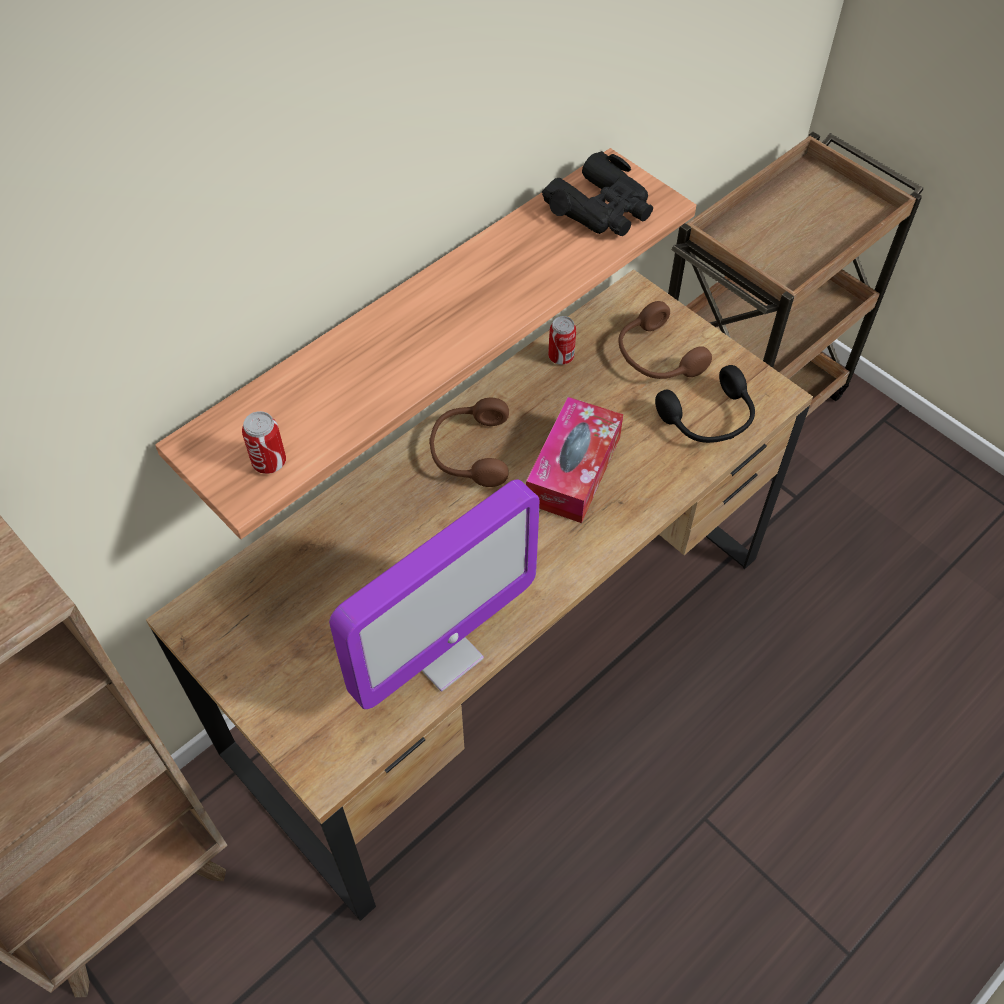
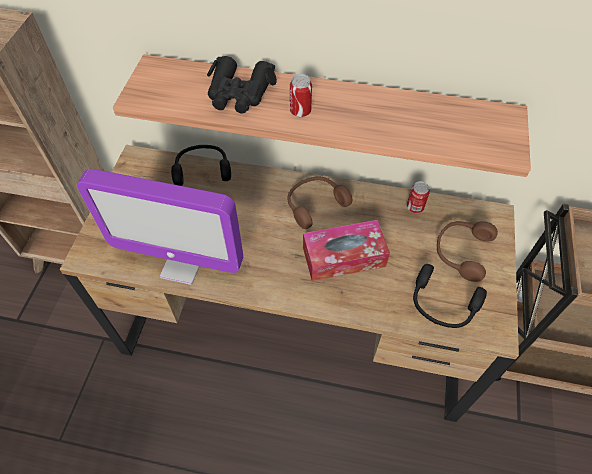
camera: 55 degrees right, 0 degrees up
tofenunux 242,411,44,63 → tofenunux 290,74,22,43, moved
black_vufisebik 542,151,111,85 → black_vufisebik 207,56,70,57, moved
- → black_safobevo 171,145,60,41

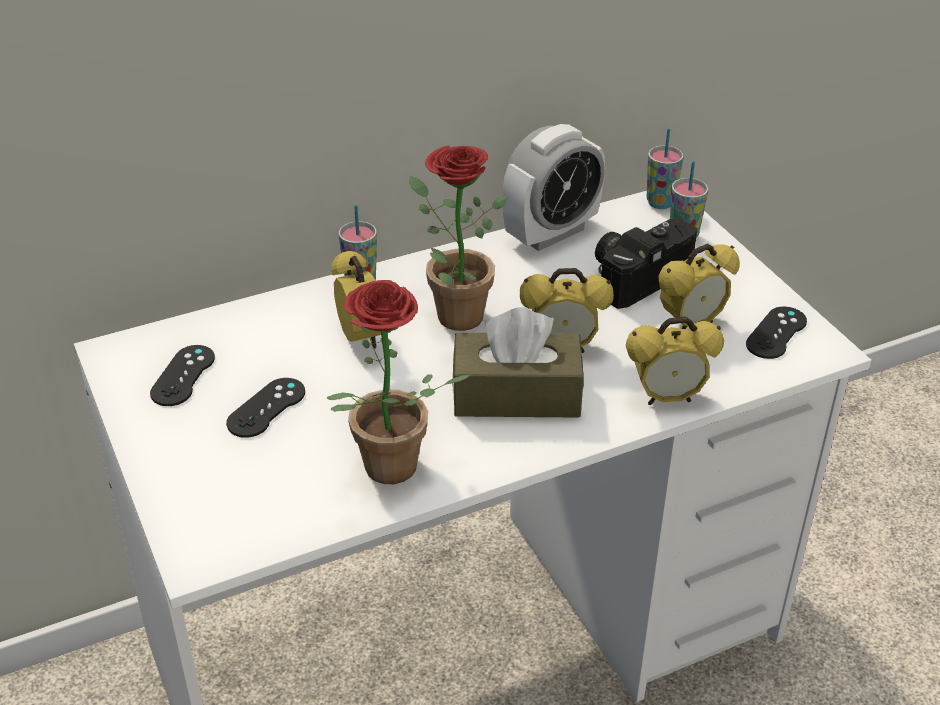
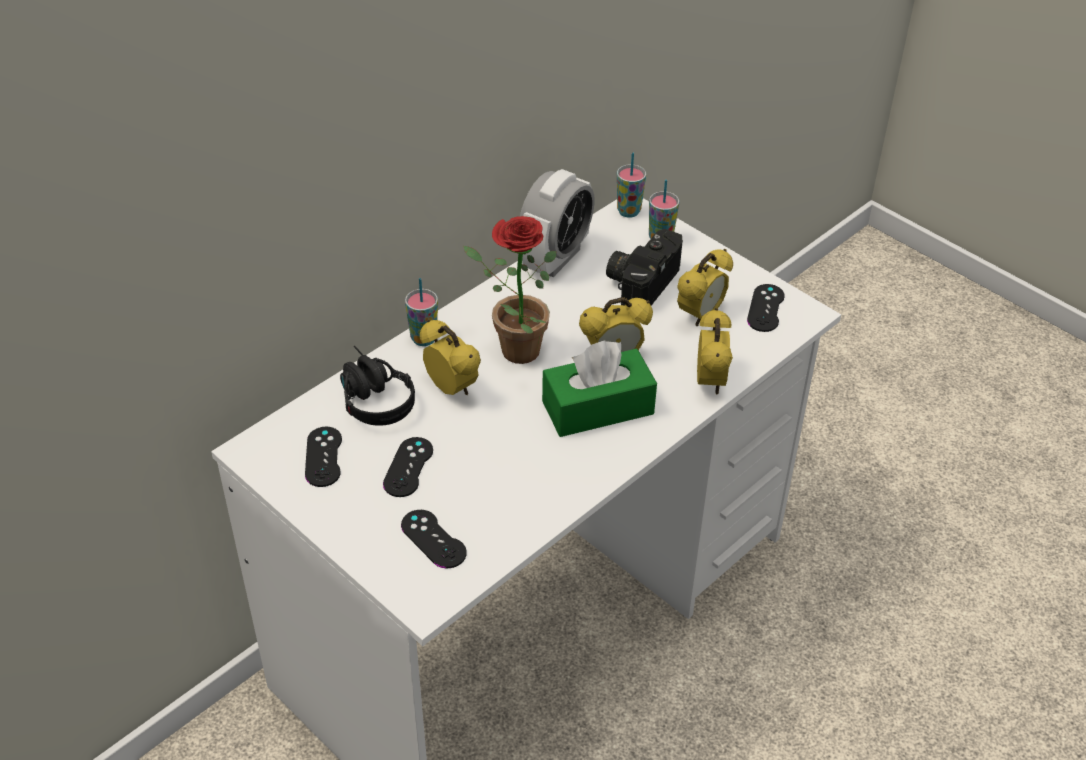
camera: 20 degrees left, 5 degrees up
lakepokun 327,280,143,204 → -
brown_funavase 452,307,132,110 → green_funavase 542,341,115,96
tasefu 626,316,98,89 → tasefu 697,308,36,86, 60 degrees counterclockwise
- → black_safobevo 340,346,75,80
- → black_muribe 401,510,66,58

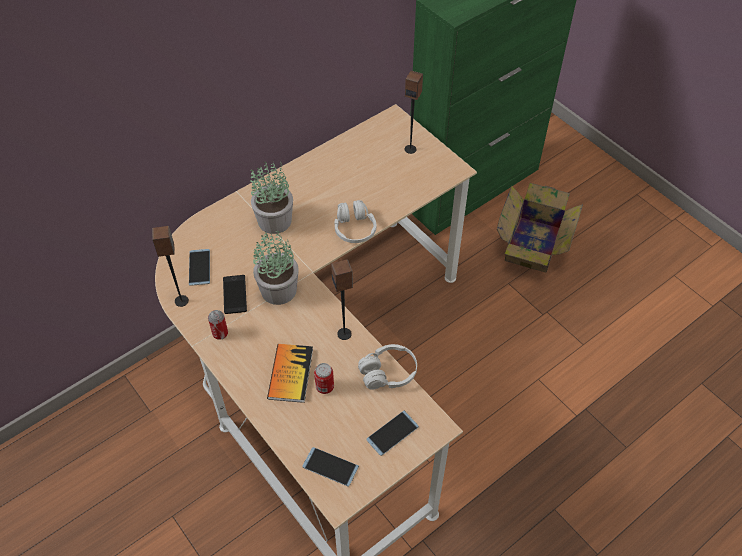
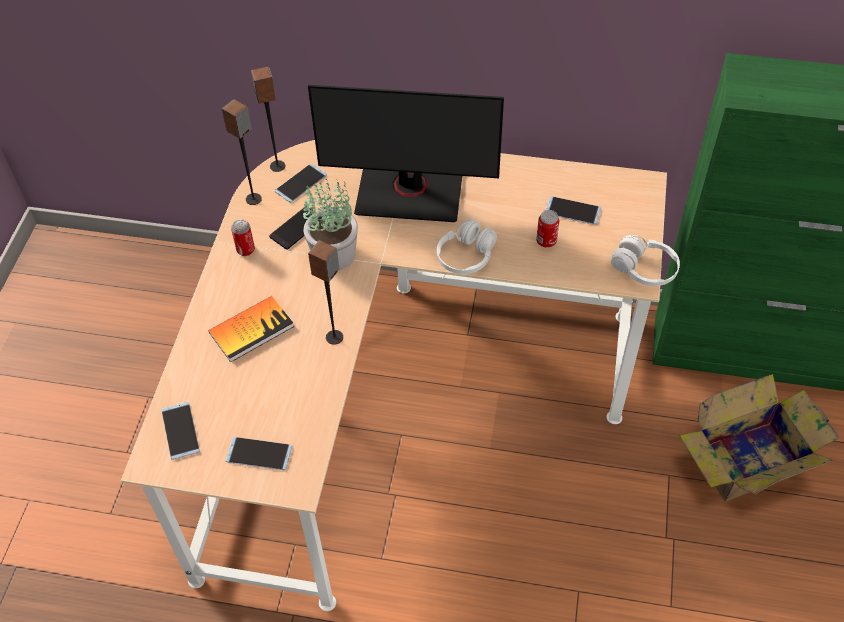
camera: 50 degrees right, 0 degrees up
lakepokun 250,162,43,72 → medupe 308,85,196,137
tofenunux 314,363,20,31 → tofenunux 536,210,23,38, moved
white_safobevo 358,344,59,46 → white_safobevo 611,235,69,51, moved
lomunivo 405,70,18,84 → lomunivo 251,67,34,105, moved
- → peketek 546,196,55,29

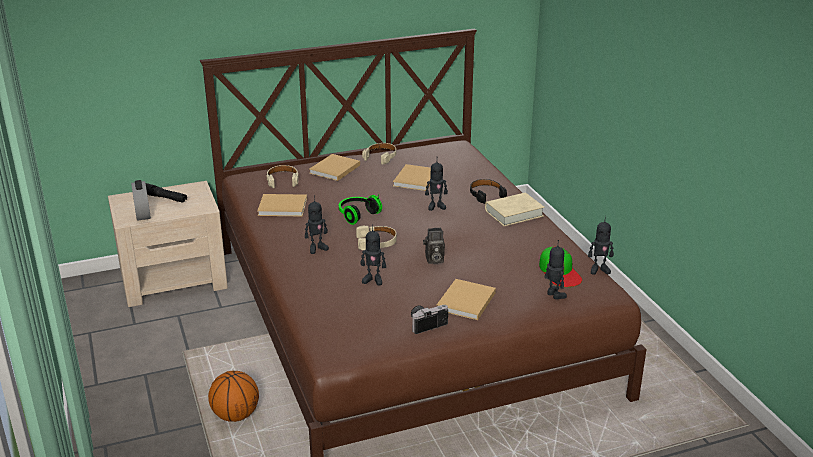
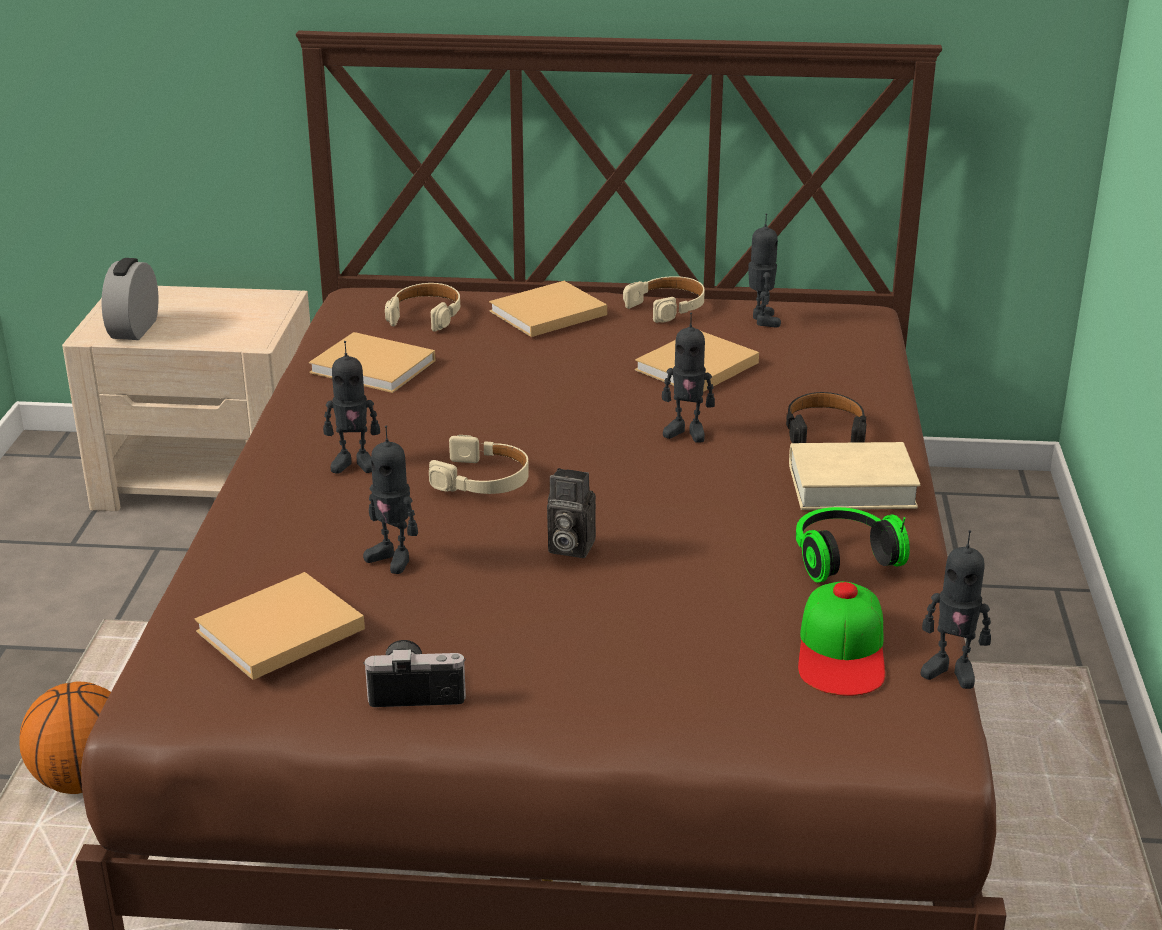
camera: 25 degrees right, 0 degrees up
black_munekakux 146,183,41,20 → -
safobevo 339,194,43,31 → safobevo 796,507,114,76, moved
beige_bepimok 437,279,59,41 → beige_bepimok 194,572,171,108, moved
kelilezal 544,240,23,59 → kelilezal 748,213,33,114, moved

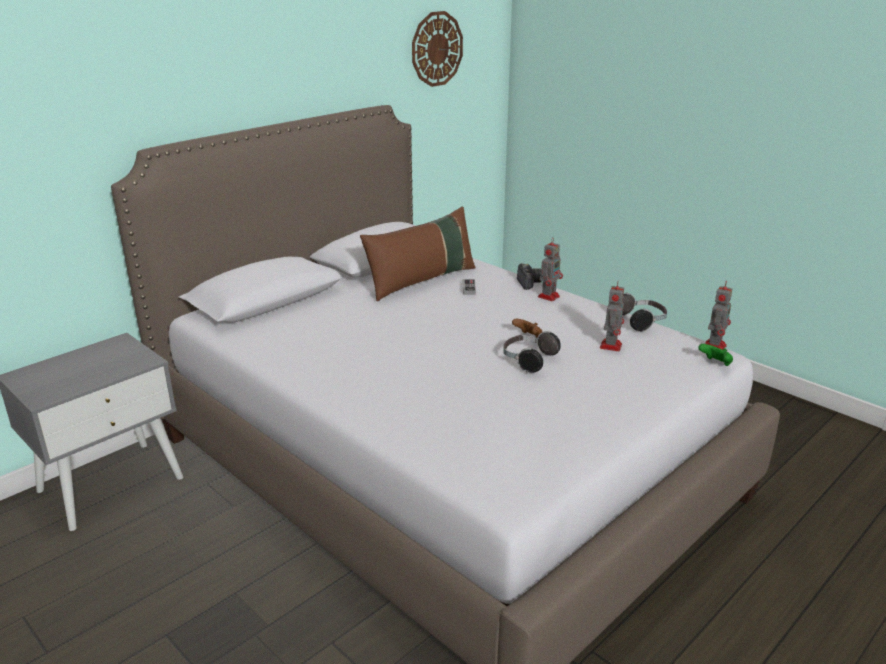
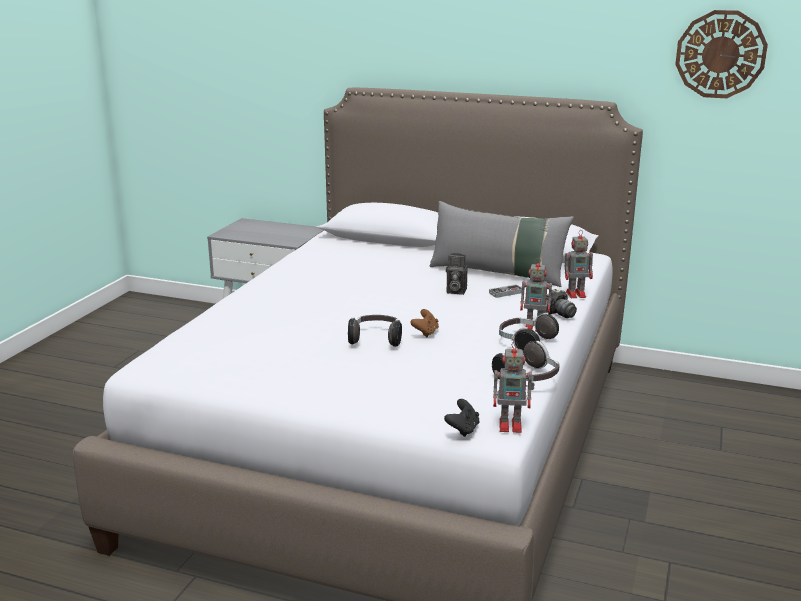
camera: 65 degrees right, 5 degrees down
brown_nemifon 360,207,116,94 → grey_nemifon 430,201,144,86
kelilezal 600,282,24,69 → kelilezal 565,231,28,67, moved
green_muribe 698,344,35,22 → black_muribe 444,399,35,38
- → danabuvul 446,253,22,42
- → safobevo 499,313,60,39

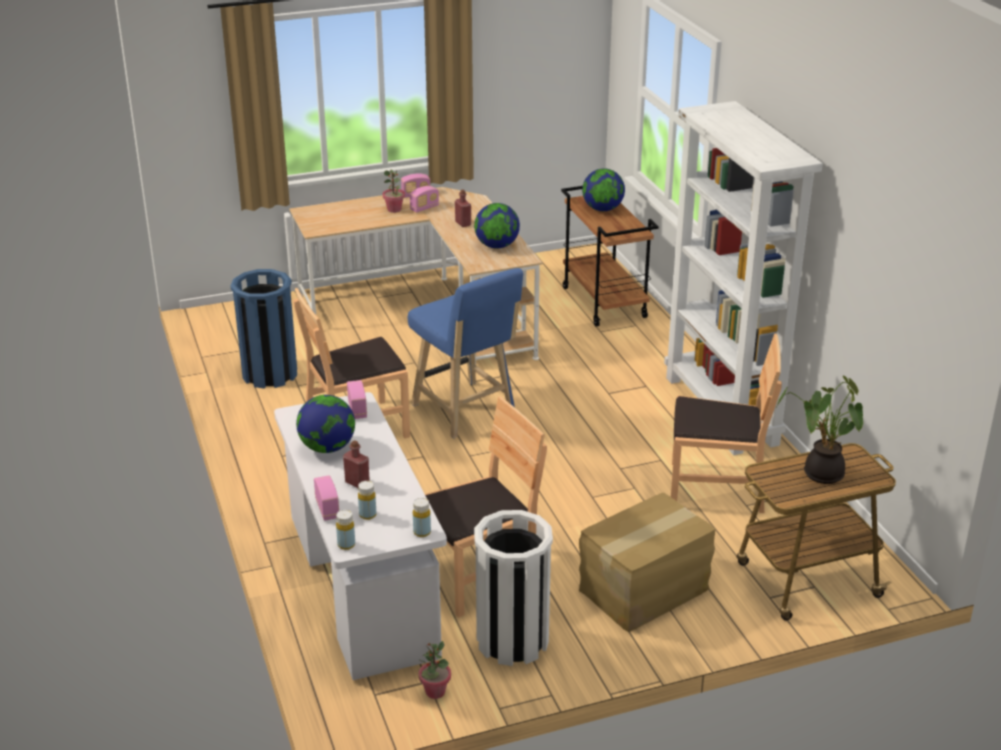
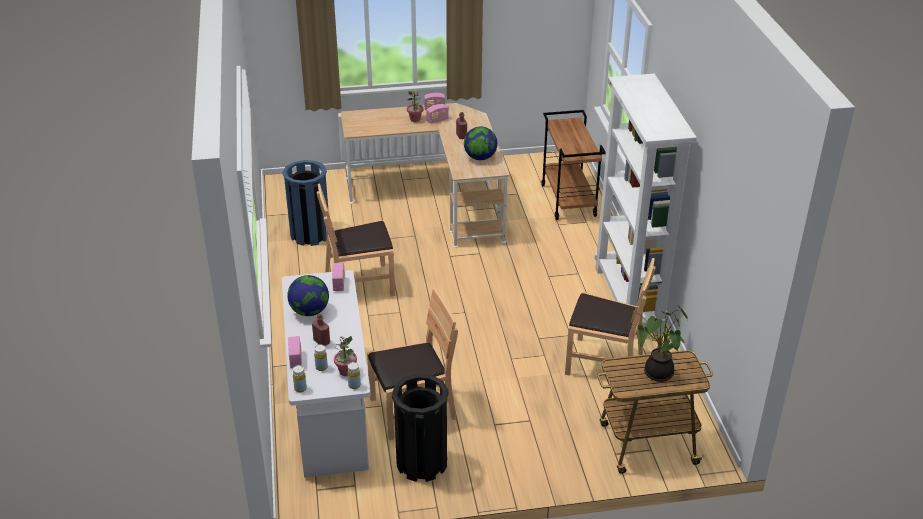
camera: 10 degrees right, 5 degrees up
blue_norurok 408,268,115,171 → -
lakepokun 419,641,32,58 → lakepokun 334,336,23,40, moved
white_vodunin 474,510,79,156 → black_vodunin 392,374,57,108
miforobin 579,492,136,140 → -
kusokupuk 582,168,43,43 → -

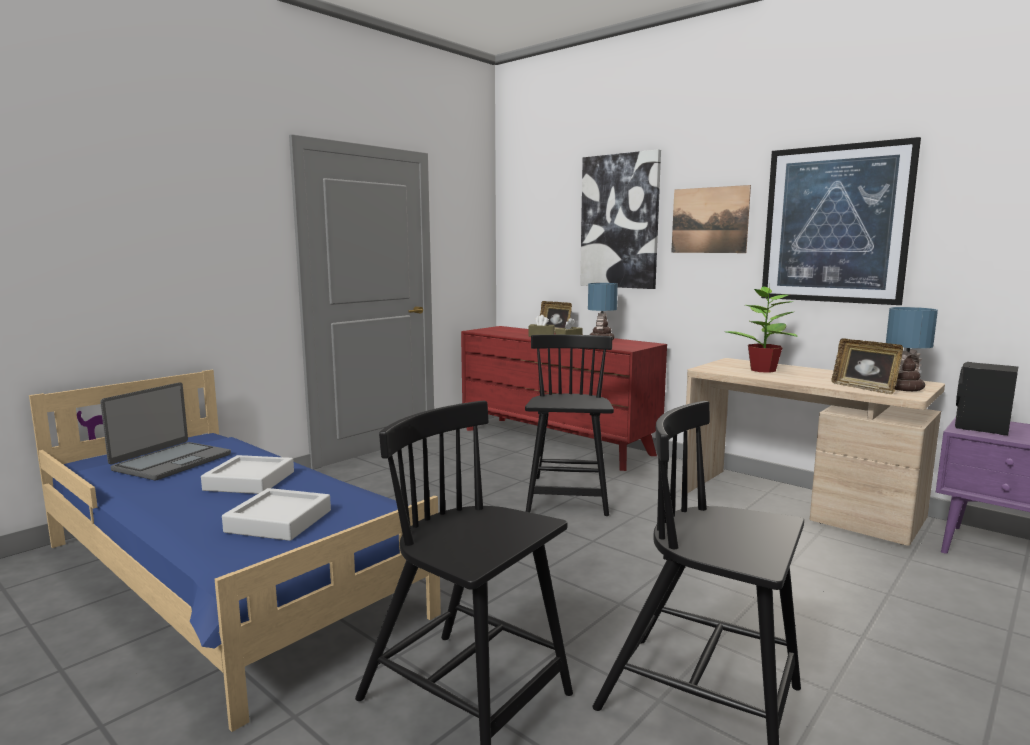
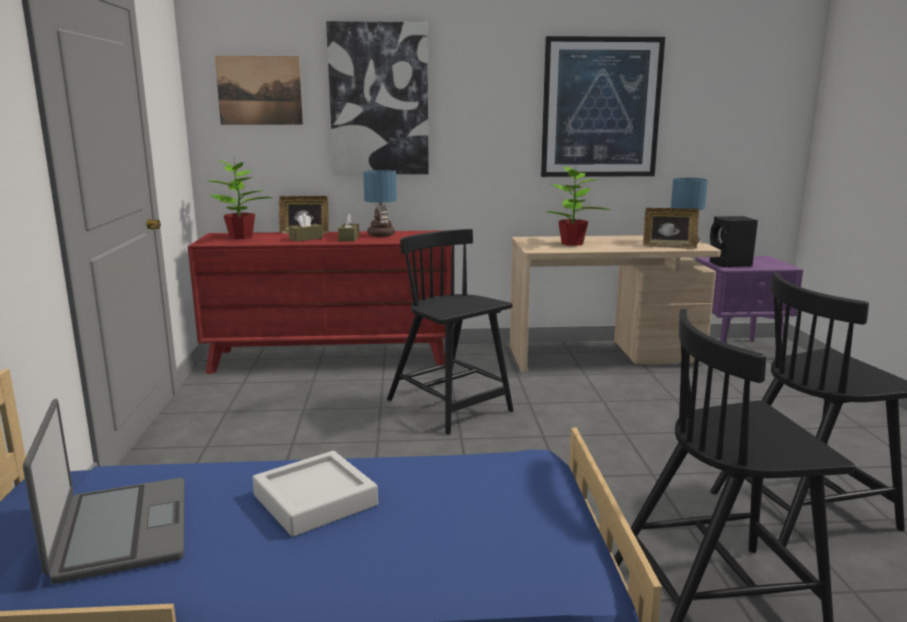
camera: 45 degrees left, 5 degrees up
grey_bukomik 222,488,109,53 → -
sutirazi 671,185,80,68 → sutirazi 215,56,88,69, moved
- → lakepokun 208,157,64,82

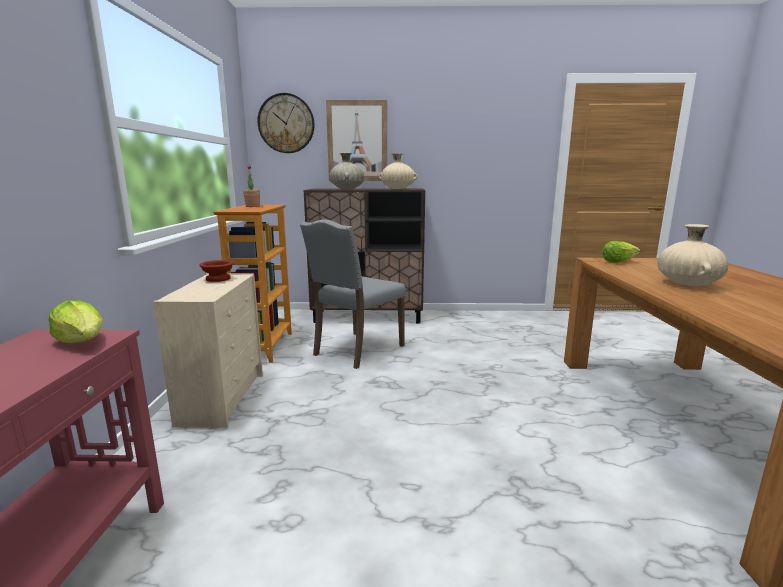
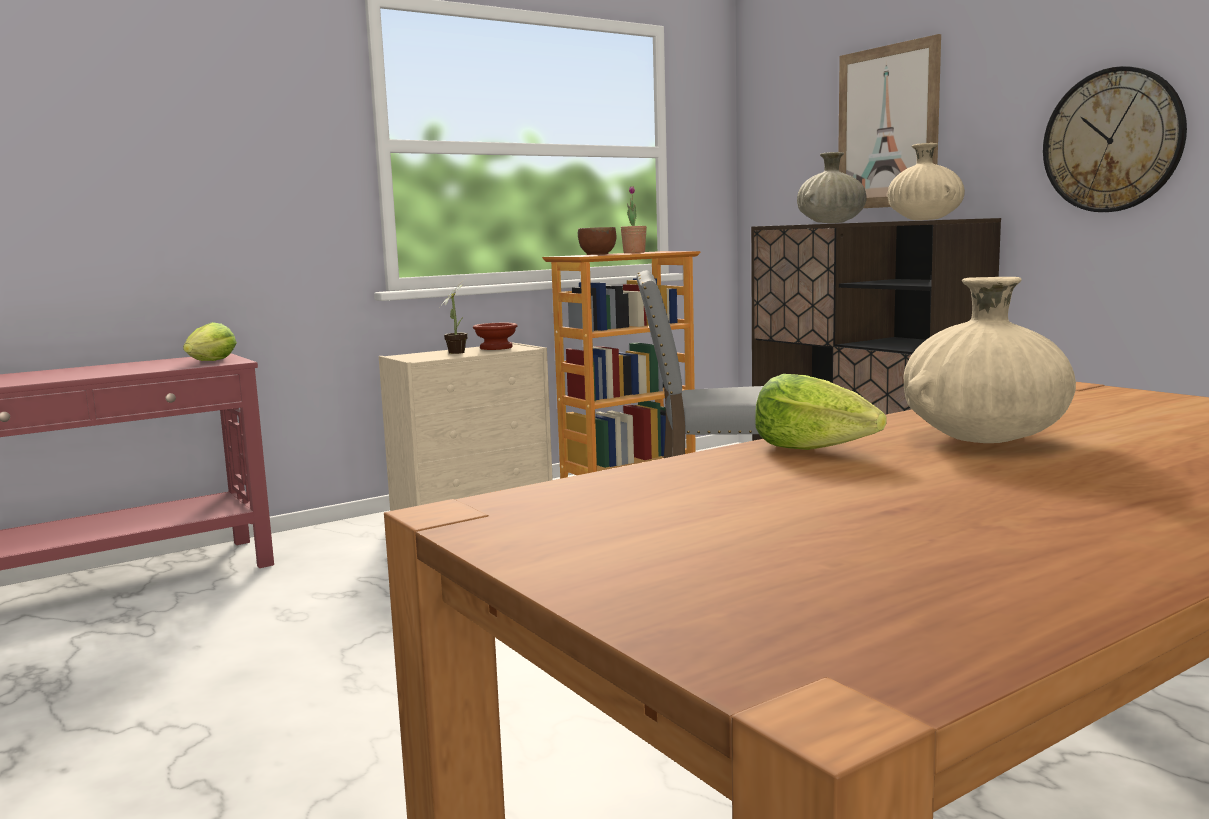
camera: 55 degrees right, 5 degrees down
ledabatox 257,93,58,60 → ledabatox 1043,66,144,146, moved
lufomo 602,241,38,22 → lufomo 755,374,132,76, moved
- → lakepokun 440,279,27,75
- → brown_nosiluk 578,227,39,28

